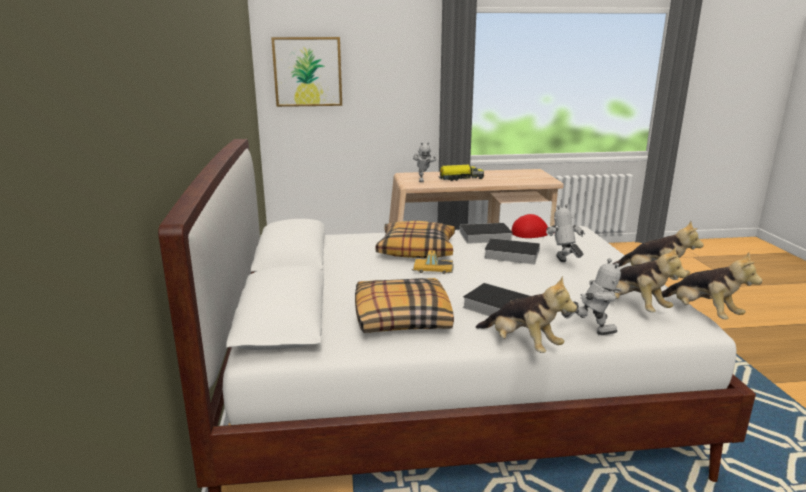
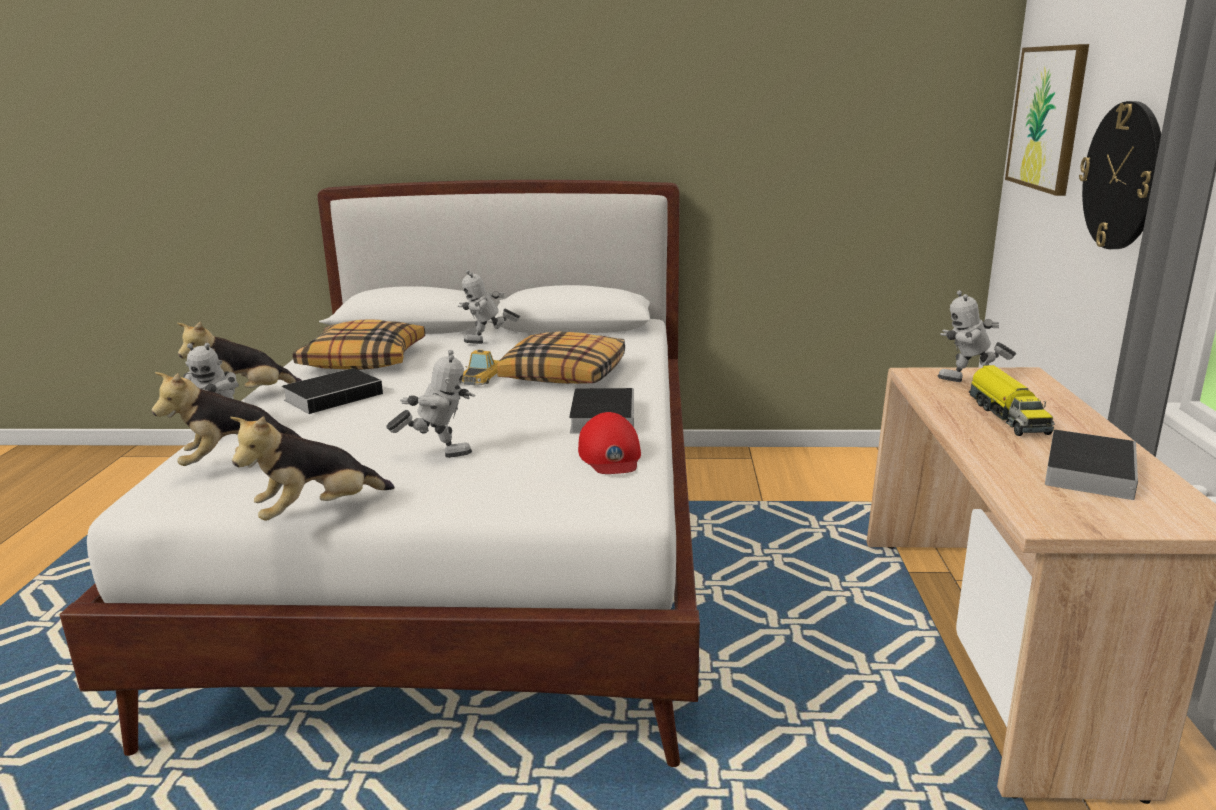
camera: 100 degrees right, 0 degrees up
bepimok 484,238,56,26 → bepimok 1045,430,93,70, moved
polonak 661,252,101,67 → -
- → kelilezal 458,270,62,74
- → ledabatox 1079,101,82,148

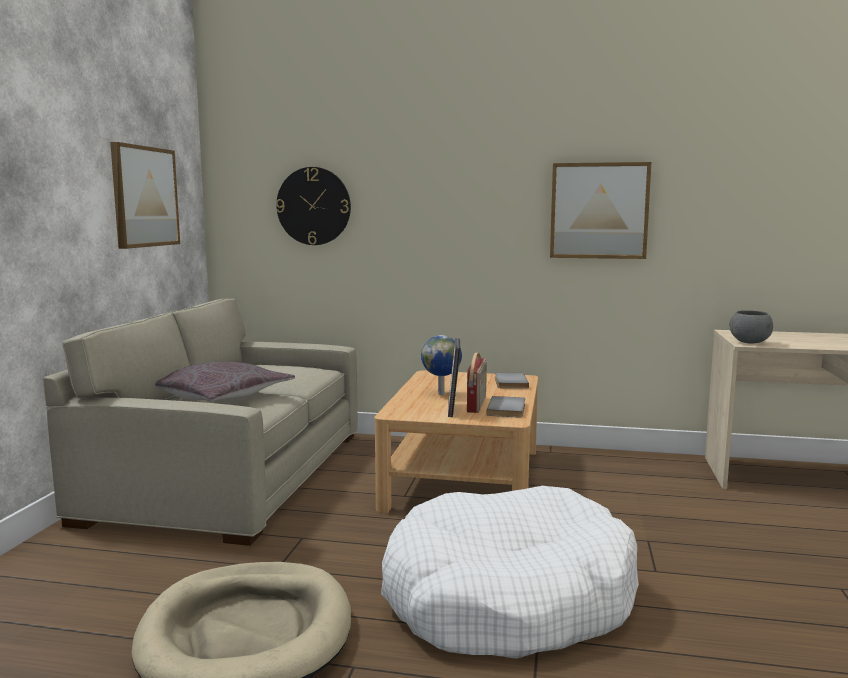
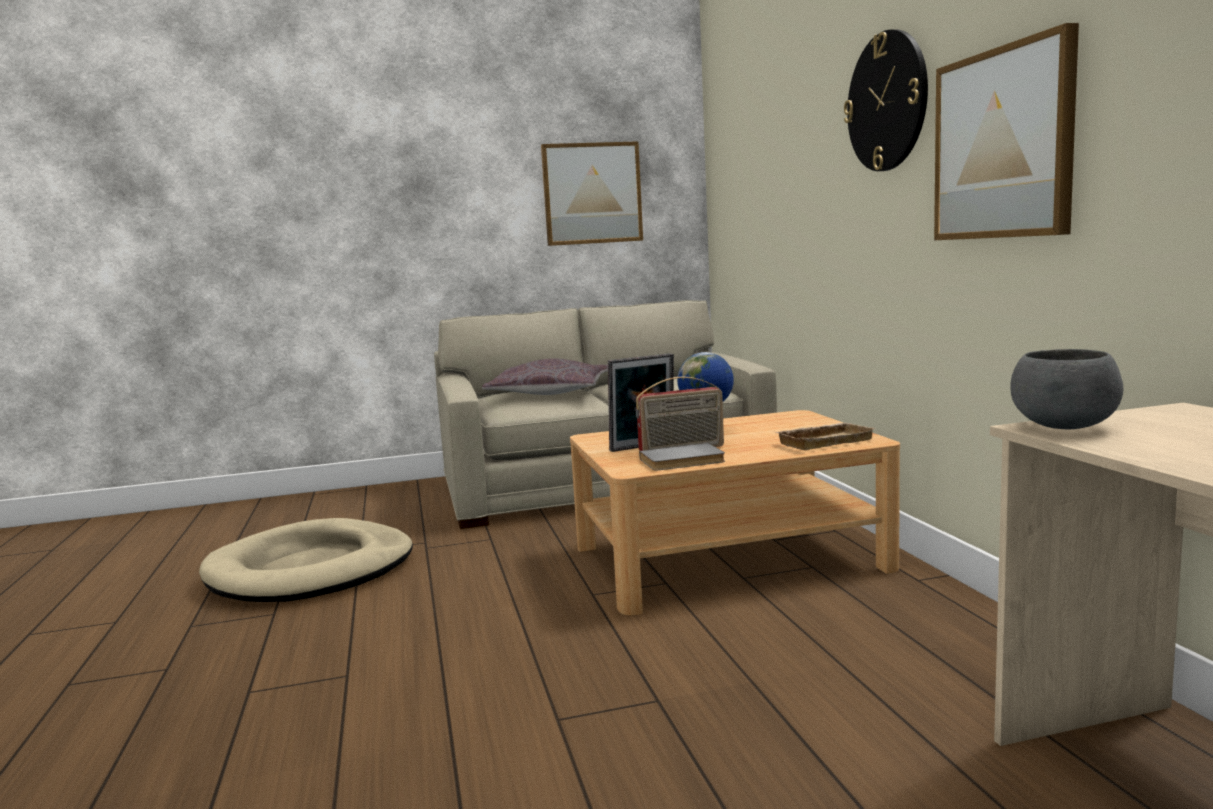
camera: 65 degrees right, 0 degrees up
ledabatox 276,167,75,78 → ledabatox 844,29,84,142, moved
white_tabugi 381,486,258,173 → -
grey_bepimok 495,372,34,17 → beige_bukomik 776,423,100,27

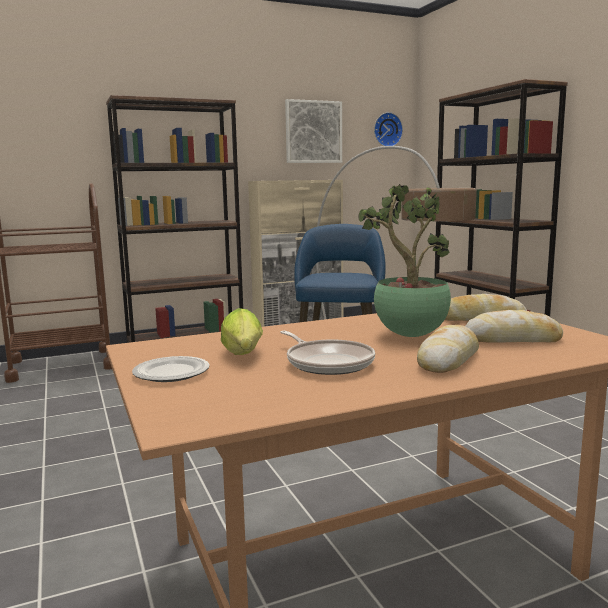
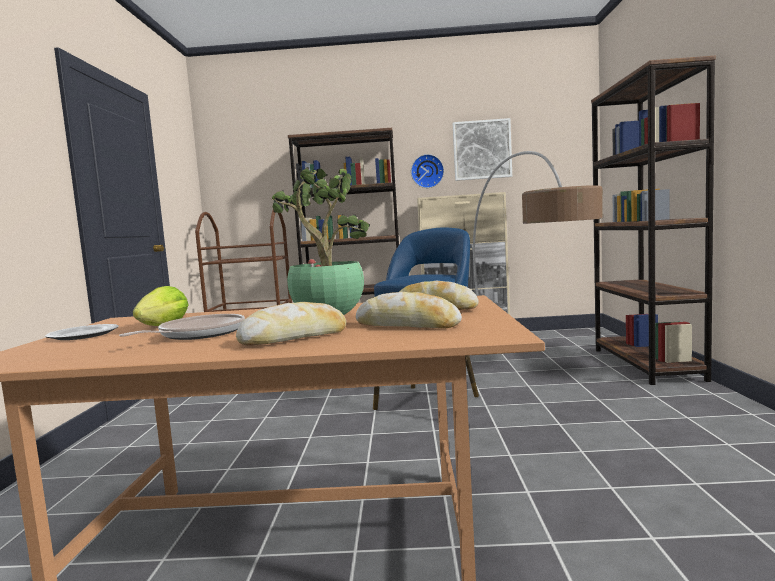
camera: 25 degrees right, 5 degrees down
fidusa 280,331,95,44 → fidusa 119,314,126,26, 135 degrees counterclockwise
ledabatox 374,112,29,34 → ledabatox 411,154,33,34, moved

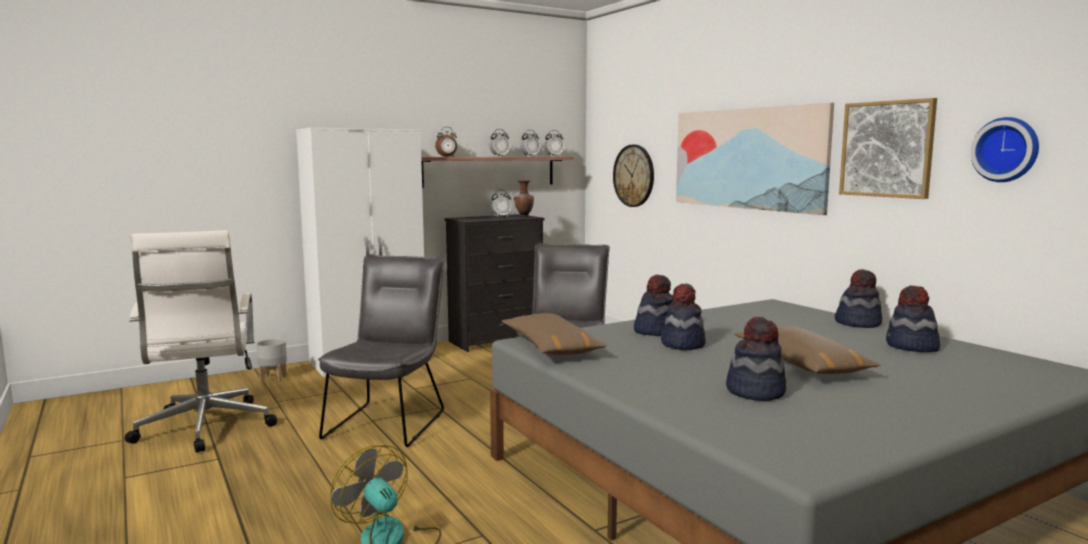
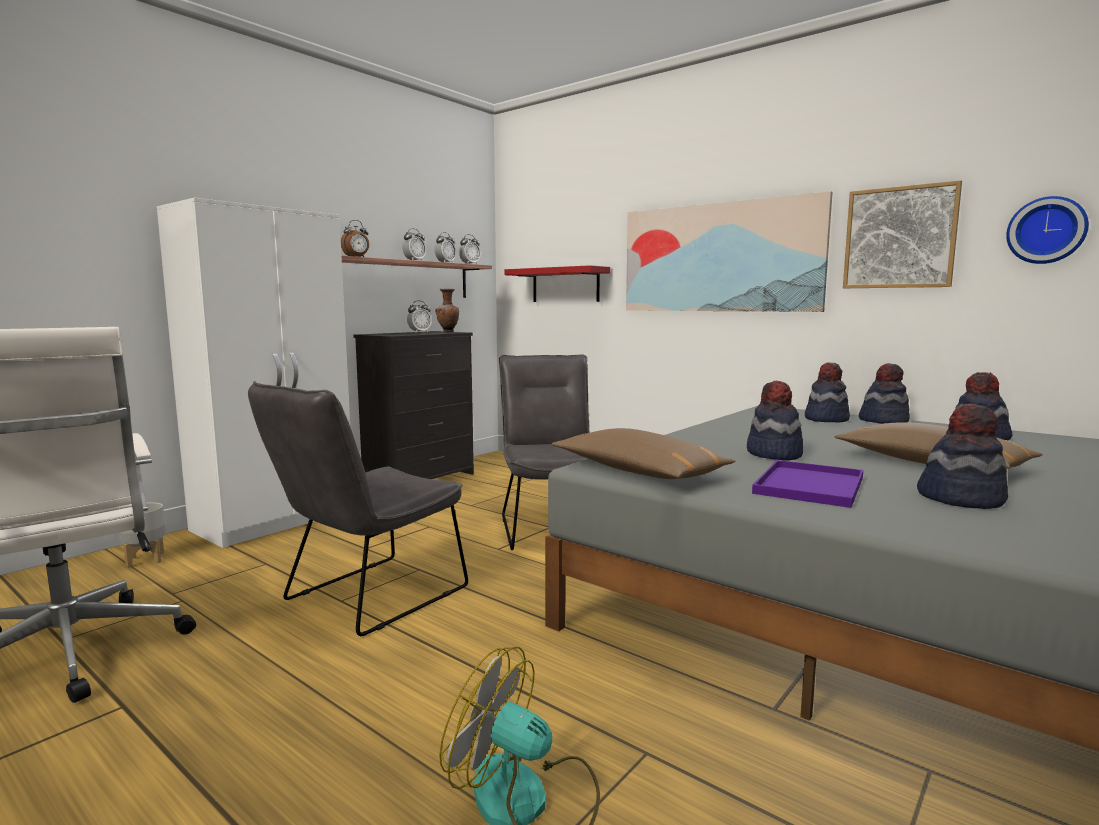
camera: 20 degrees left, 0 degrees up
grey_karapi 318,254,126,193 → grey_karapi 248,381,220,255, 135 degrees counterclockwise
ledabatox 613,145,41,62 → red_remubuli 505,265,105,37
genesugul 634,275,39,61 → genesugul 805,362,45,61, moved
- → purple_bukomik 752,460,111,48

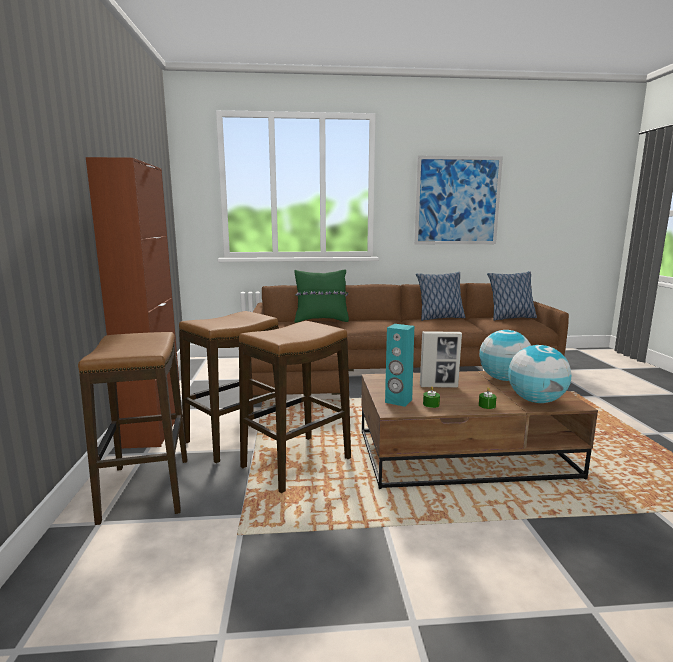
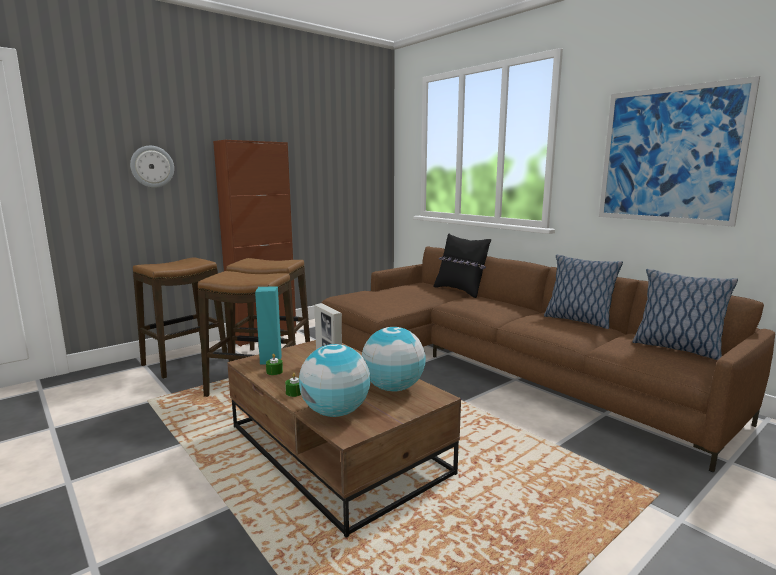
camera: 55 degrees right, 0 degrees up
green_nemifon 294,270,55,53 → black_nemifon 433,234,58,64
- → ledabatox 130,146,44,42

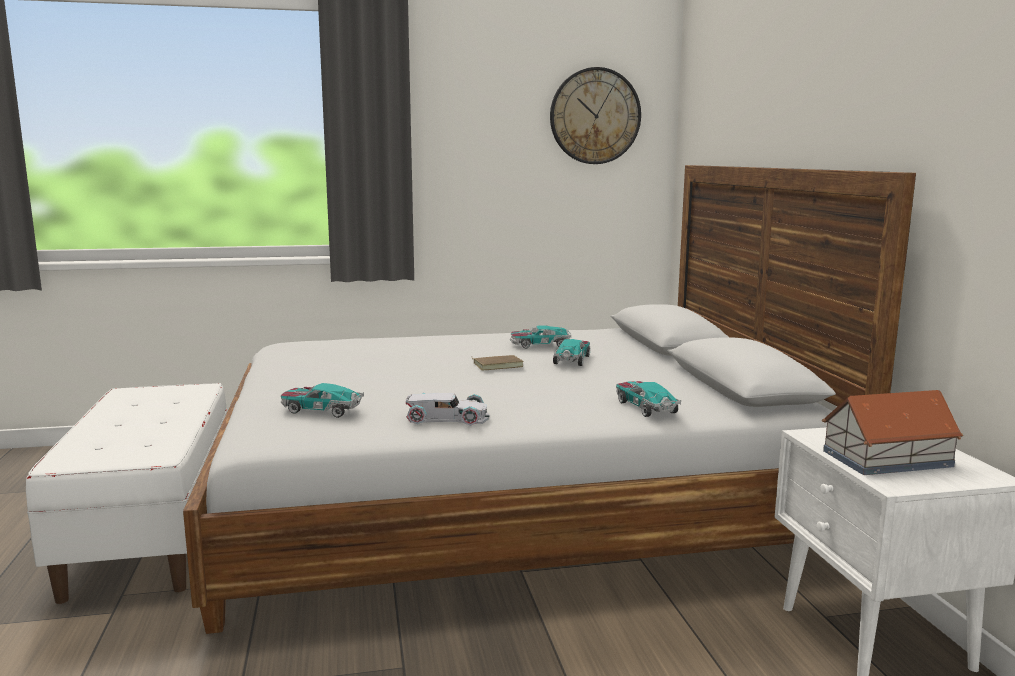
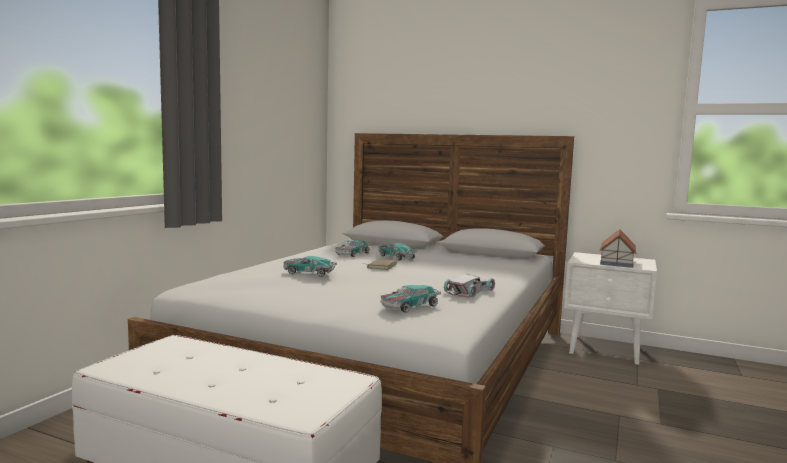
camera: 55 degrees left, 5 degrees down
ledabatox 550,67,91,97 → -
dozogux 616,381,65,36 → dozogux 283,256,54,21, moved

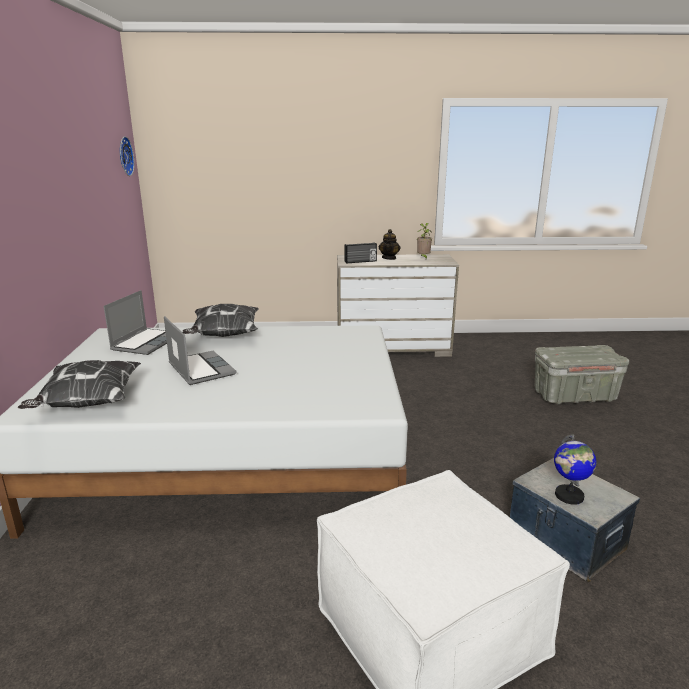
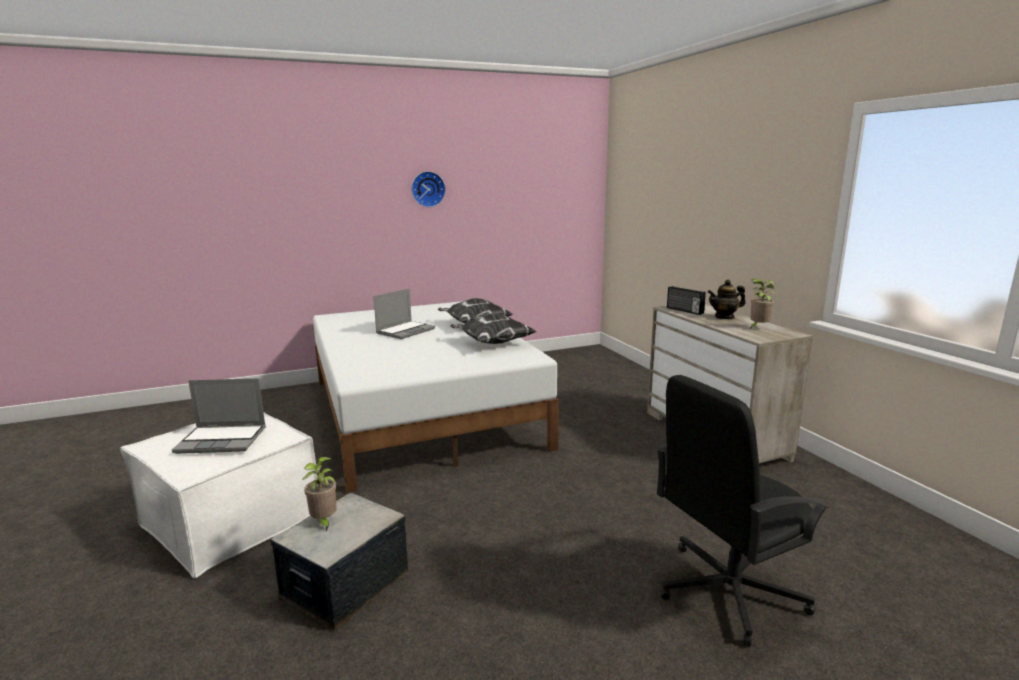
camera: 70 degrees right, 5 degrees down
nemifon 18,360,123,49 → nemifon 450,313,87,31, moved
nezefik 104,290,63,65 → nezefik 172,378,94,76, moved
ledabatox 120,136,14,40 → ledabatox 411,171,35,36, moved
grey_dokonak 535,345,94,59 → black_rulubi 656,375,174,272
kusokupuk 554,434,42,71 → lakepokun 302,457,34,74

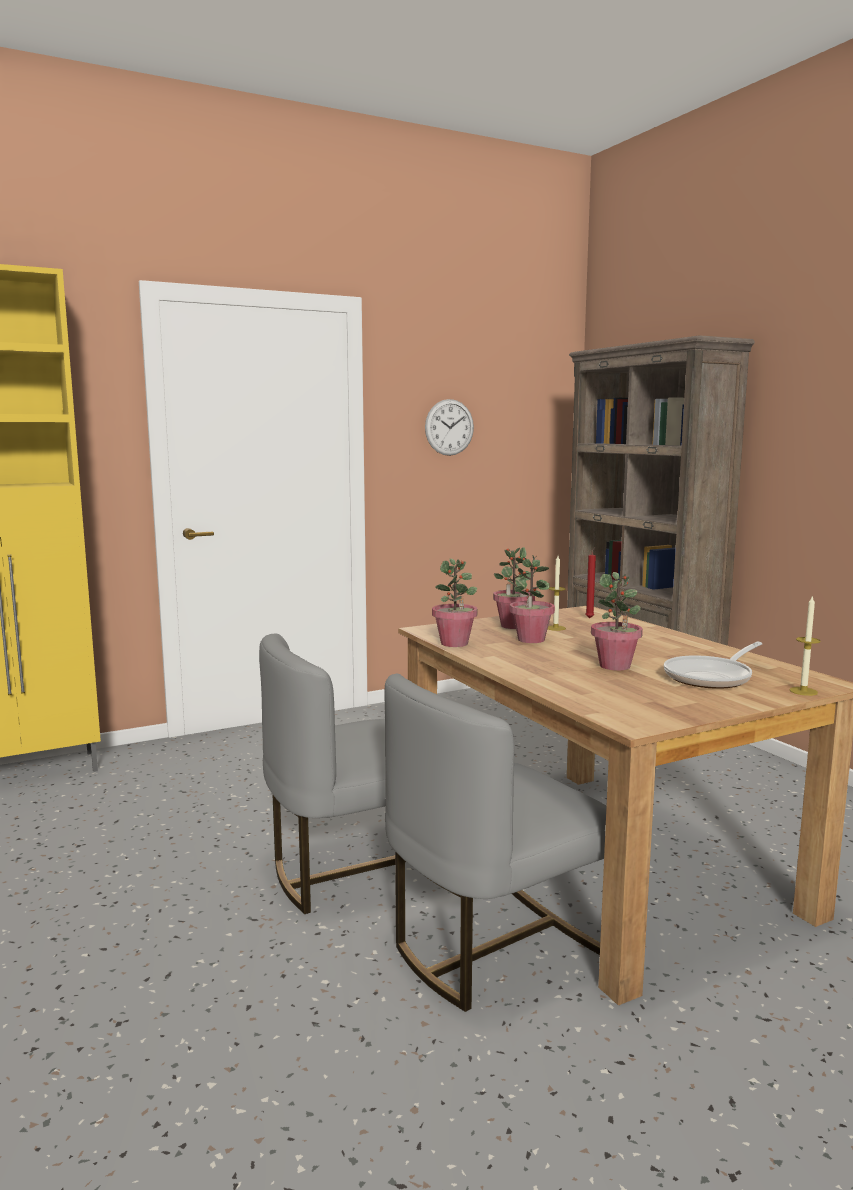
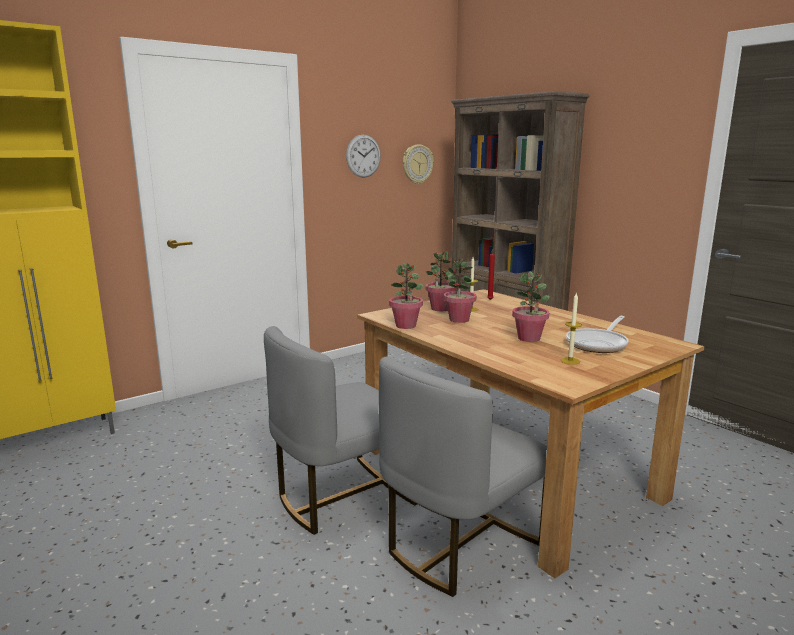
camera: 10 degrees left, 5 degrees up
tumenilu 789,595,32,101 → tumenilu 561,292,21,72, moved
- → ledabatox 403,145,31,40

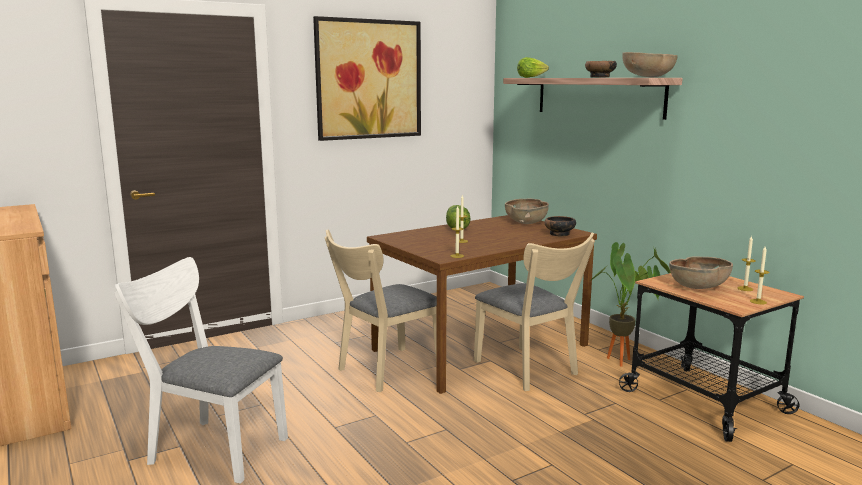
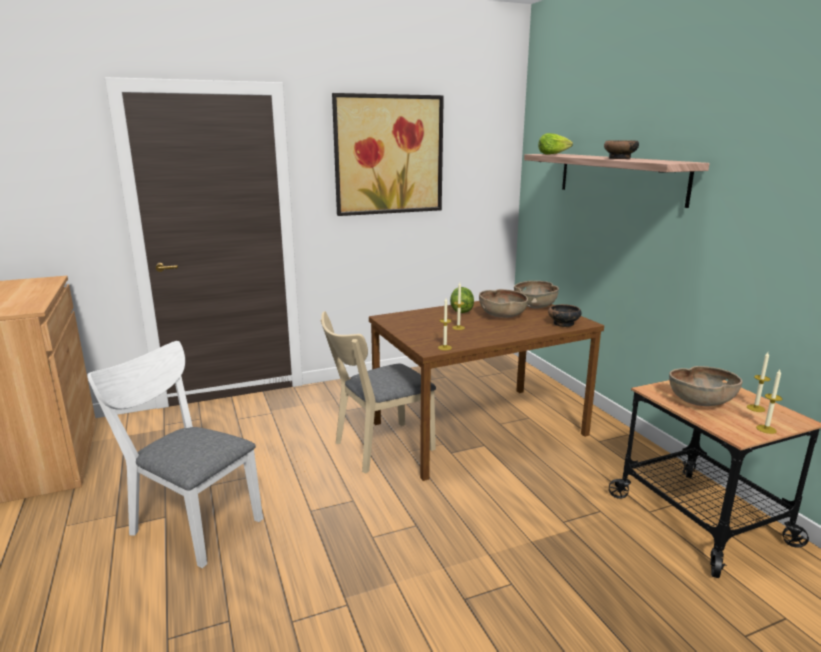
camera: 10 degrees right, 5 degrees up
beige_karapi 474,233,121,158 → -
lakepokun 589,242,82,124 → -
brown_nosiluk 622,52,56,25 → brown_nosiluk 479,289,49,29, moved

